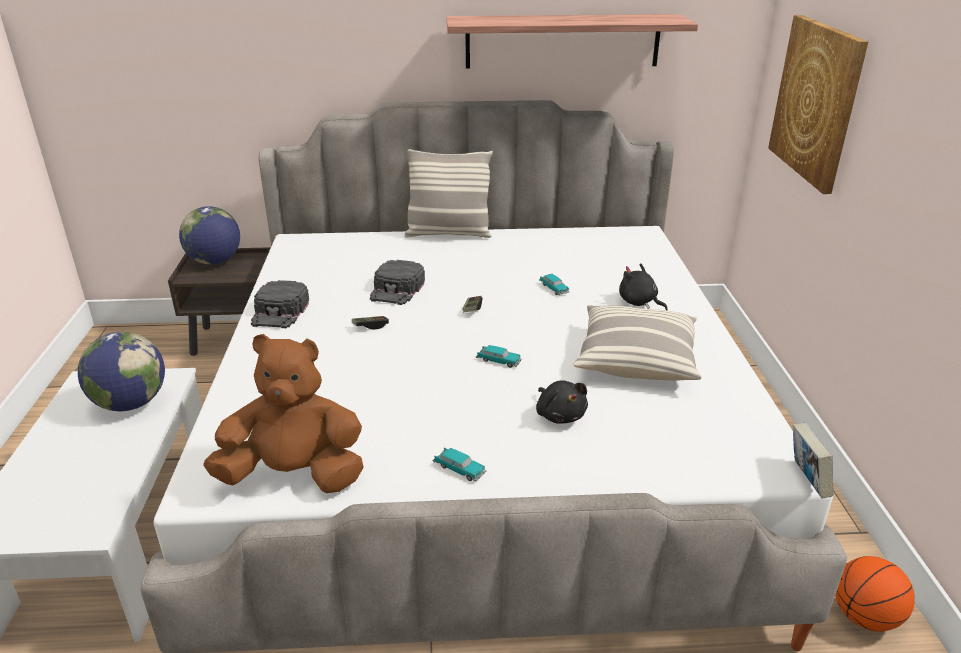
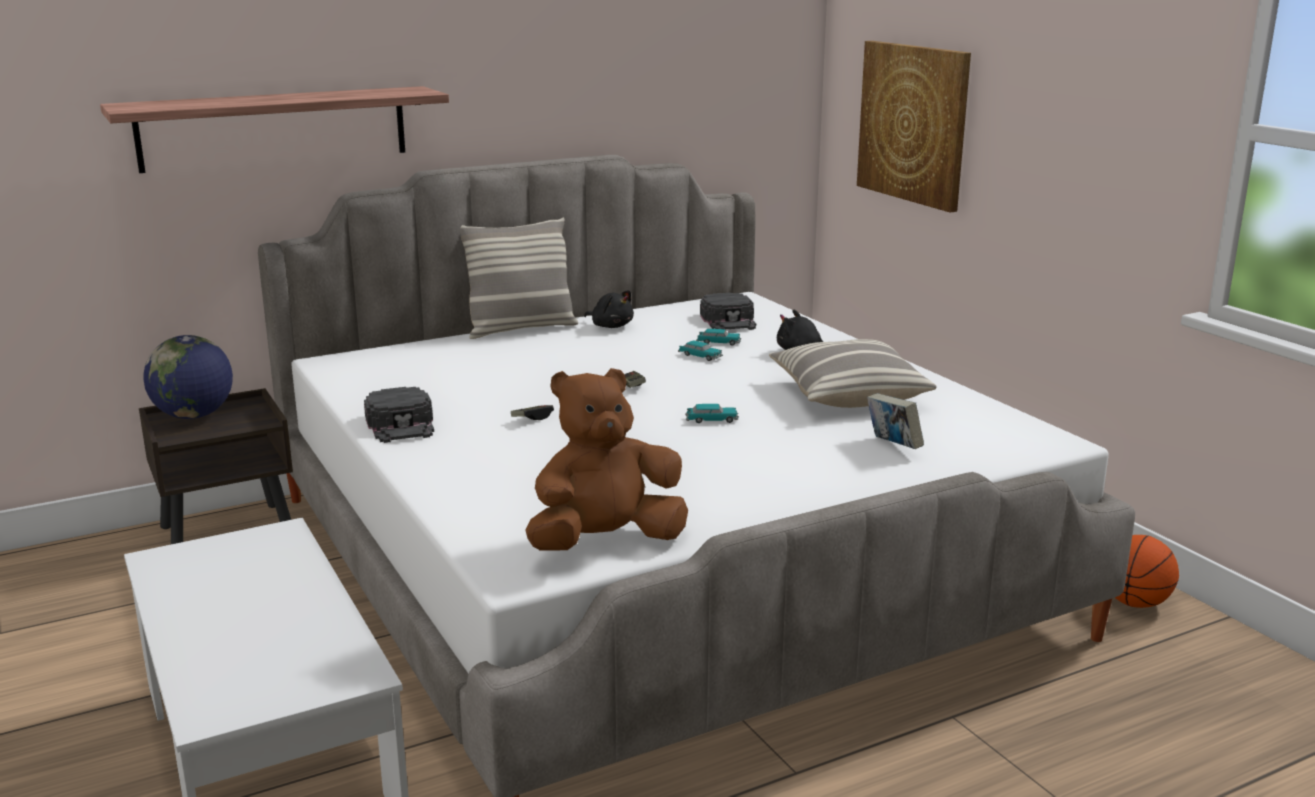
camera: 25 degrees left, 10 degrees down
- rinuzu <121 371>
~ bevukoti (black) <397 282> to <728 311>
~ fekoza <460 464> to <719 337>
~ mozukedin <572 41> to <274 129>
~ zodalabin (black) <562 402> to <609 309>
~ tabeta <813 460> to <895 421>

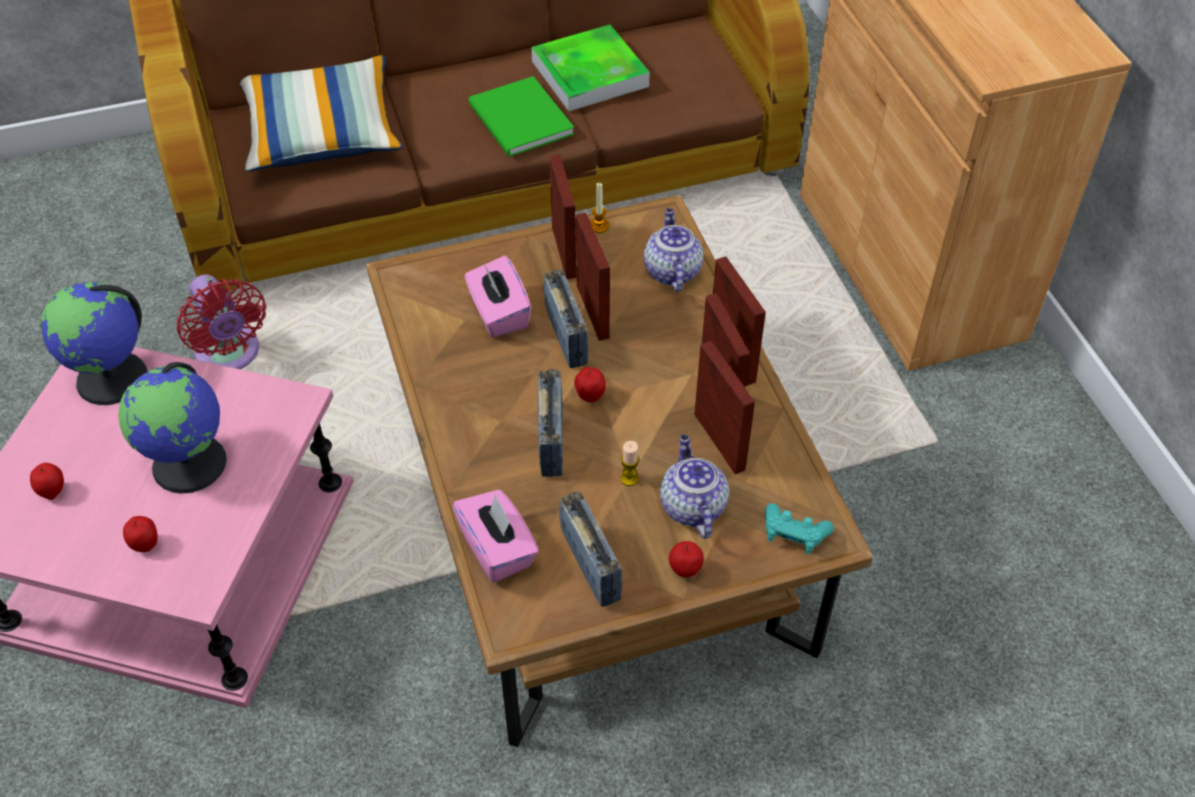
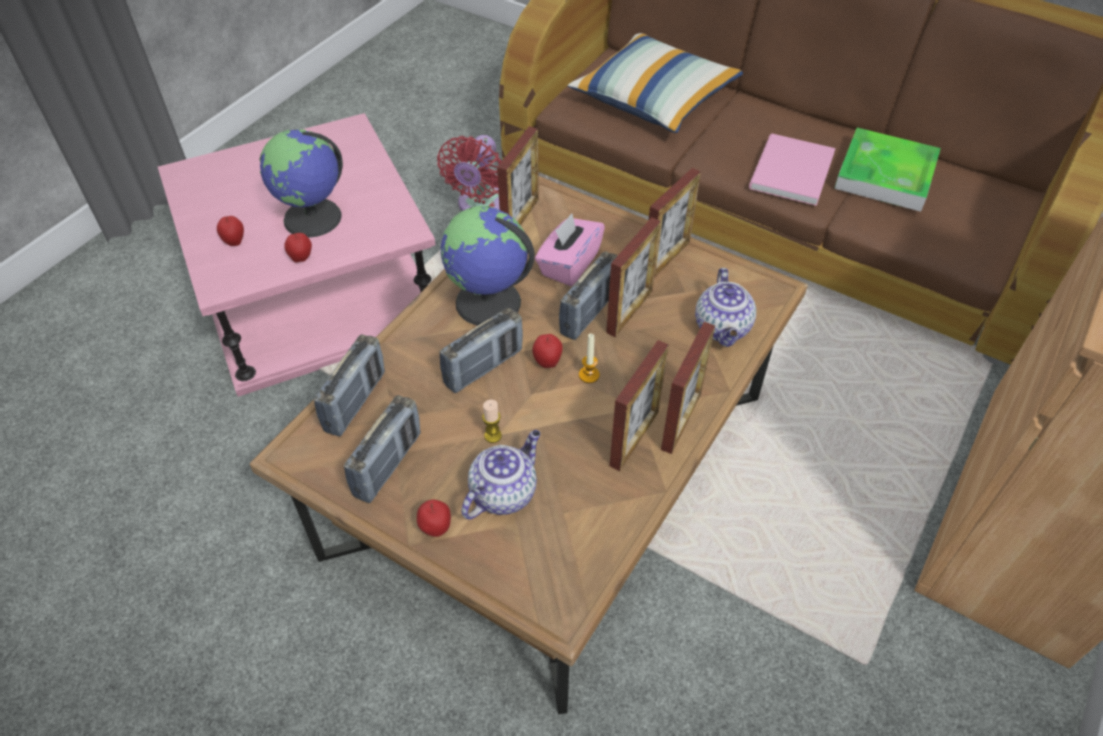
camera: 50 degrees right, 0 degrees up
- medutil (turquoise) <799 528>
~ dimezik <47 481> to <298 247>
~ rinuzu <93 343> to <488 266>
~ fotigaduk <600 208> to <589 358>
~ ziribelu <724 407> to <518 175>
~ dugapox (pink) <495 536> to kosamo <349 386>
~ tabeta (green) <521 116> to tabeta (pink) <792 170>
~ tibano <673 250> = <725 307> 135 degrees clockwise

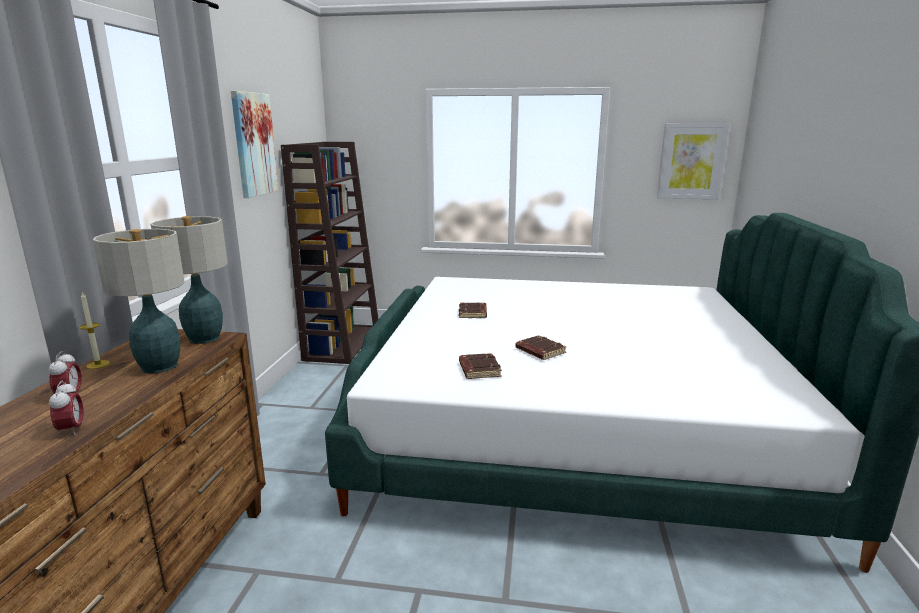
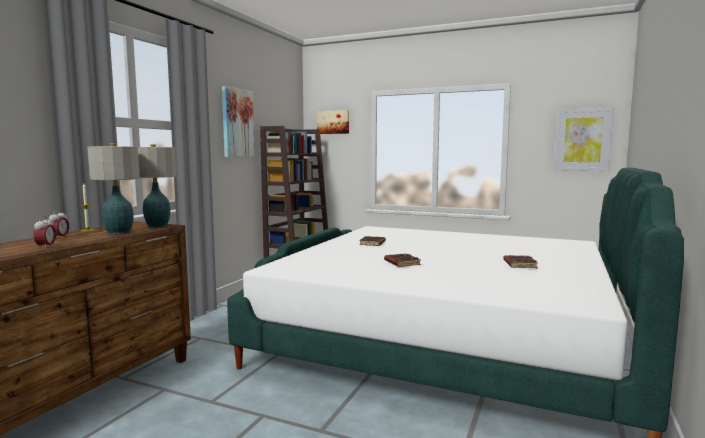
camera: 15 degrees right, 10 degrees down
+ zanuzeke <333 122>
~ tabeta (brown) <480 366> to <521 261>

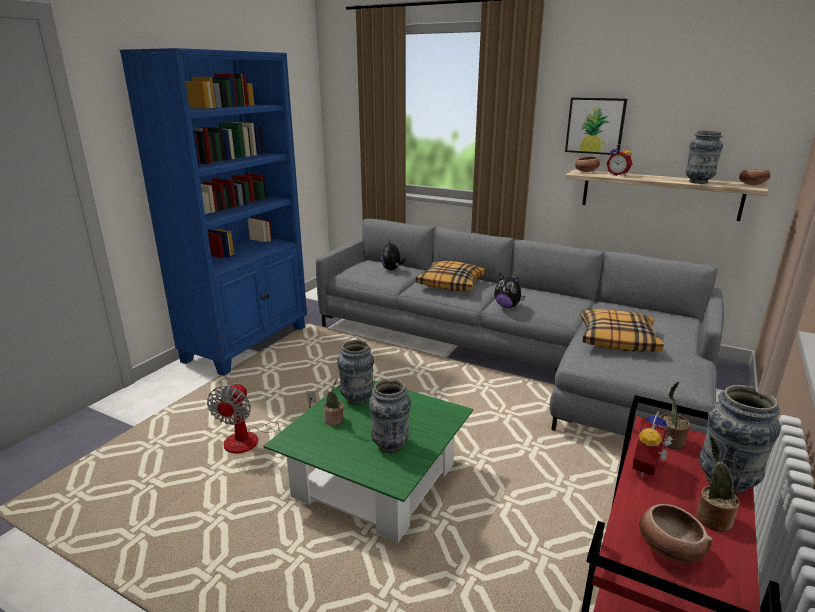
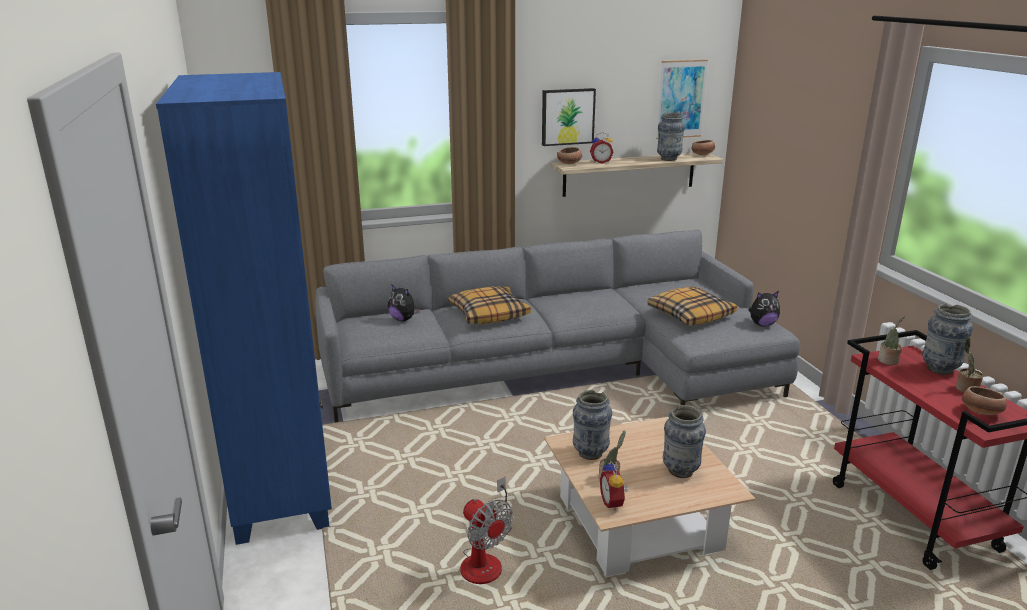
camera: 45 degrees left, 0 degrees up
+ zanuzeke <682 99>
~ zodalabin <510 290> to <764 308>
~ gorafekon <652 444> to <614 485>
~ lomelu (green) <368 461> to lomelu (beige) <650 496>

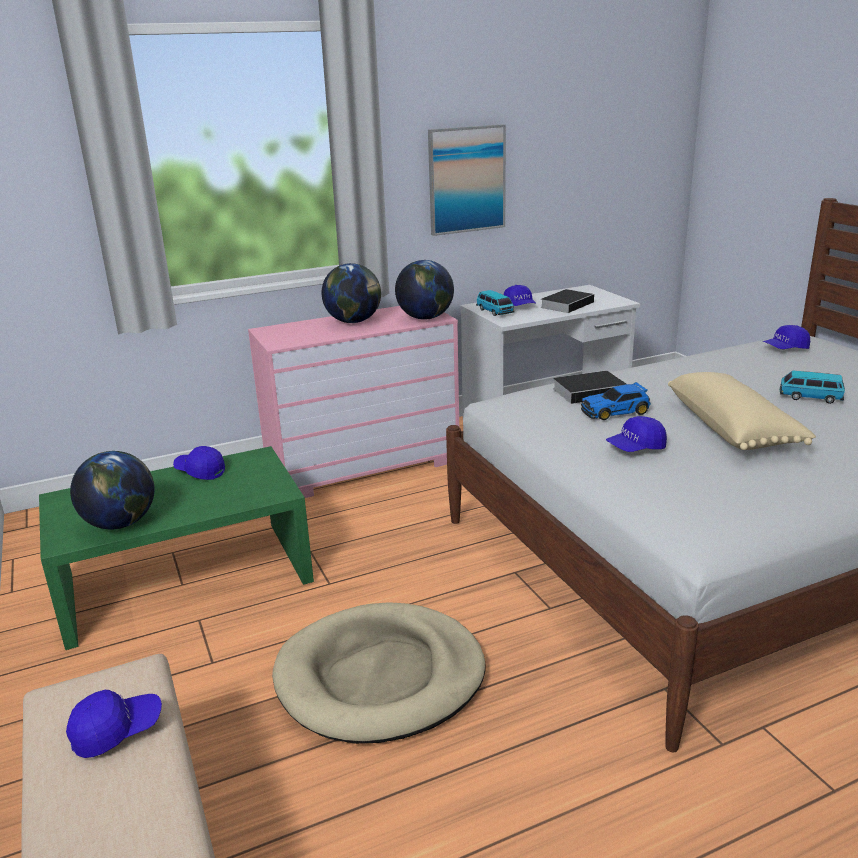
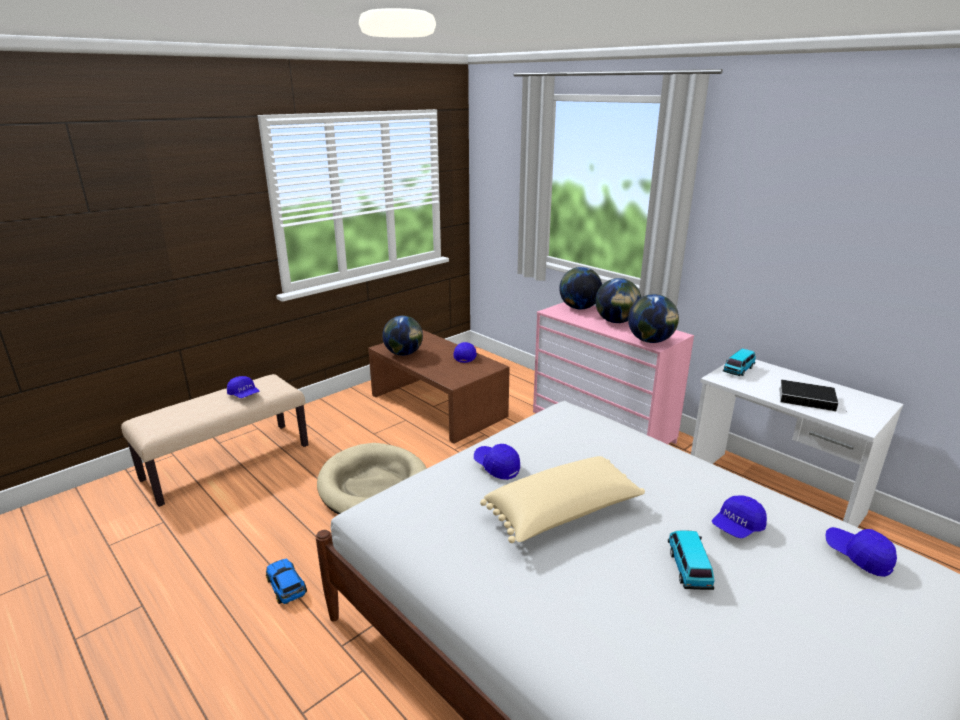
camera: 70 degrees right, 0 degrees up
- zanuzeke <467 180>
- tabeta <589 387>
+ rinuzu <580 288>
~ bevukoti (blue) <519 295> to <739 516>
~ fekoza <616 401> to <286 581>
~ lomelu (green) <176 548> to lomelu (brown) <439 387>

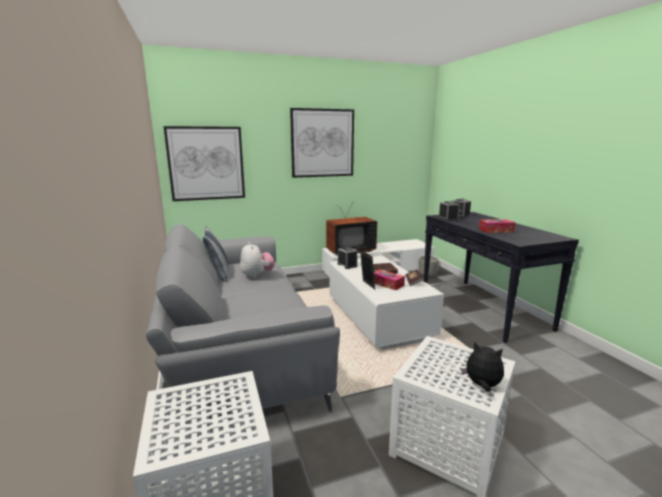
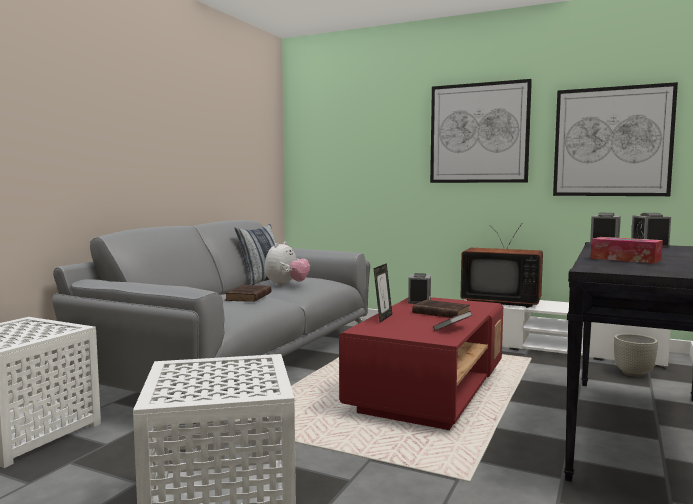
camera: 45 degrees right, 10 degrees down
- dugapox <389 279>
- zodalabin <482 366>
+ tabeta (brown) <248 293>
~ zanuzeke <204 163> to <615 139>
~ lomelu (white) <387 303> to lomelu (red) <421 363>

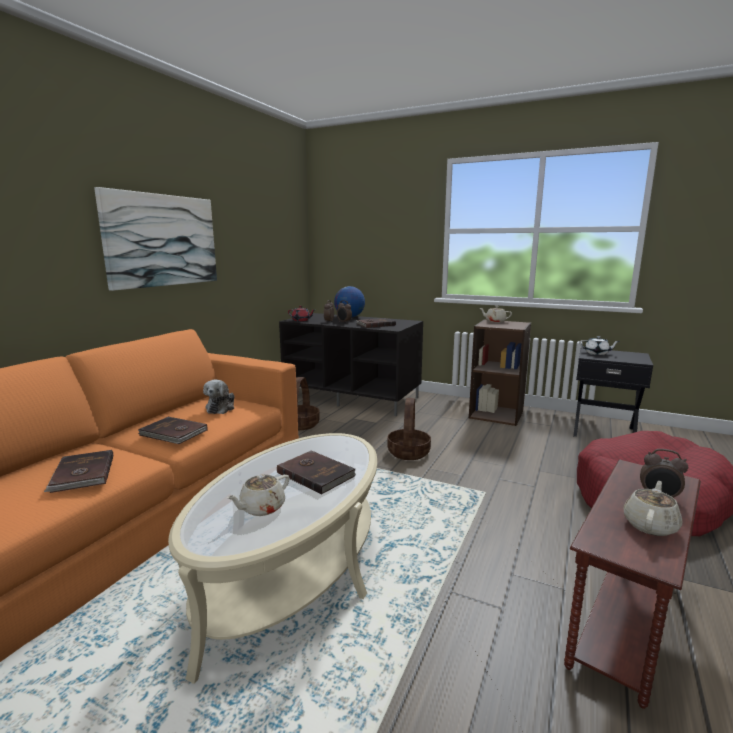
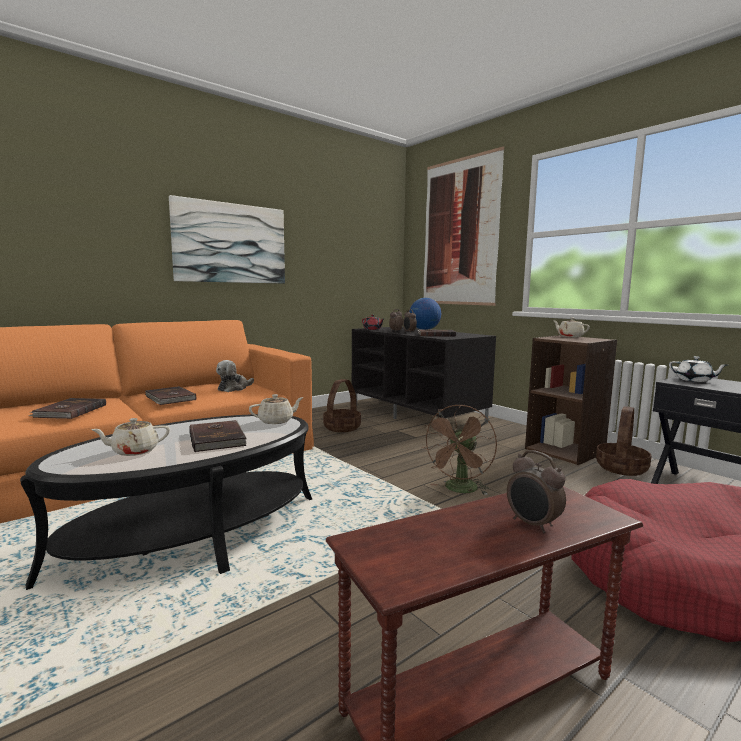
camera: 25 degrees right, 5 degrees down
+ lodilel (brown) <459 450>
+ zanuzeke <464 226>
~ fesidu <409 429> to <624 441>
~ tibano (beige) <652 508> to <276 409>
~ lomelu (beige) <272 558> to lomelu (black) <166 502>

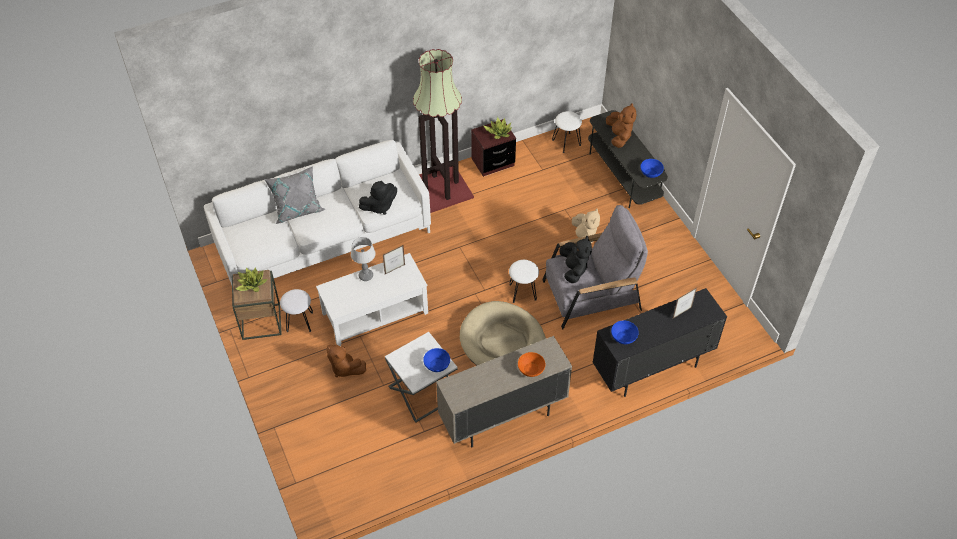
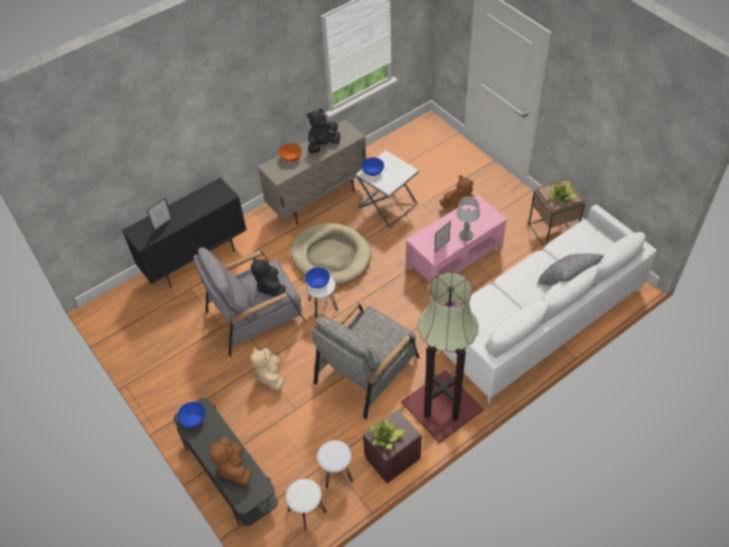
camera: 170 degrees right, 0 degrees up
+ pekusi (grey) <365 361>
~ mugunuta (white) <296 310> to <335 464>
~ zodalabin (black) <378 198> to <323 131>
~ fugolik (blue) <625 332> to <317 278>
~ lomelu (white) <372 299> to lomelu (pink) <456 239>

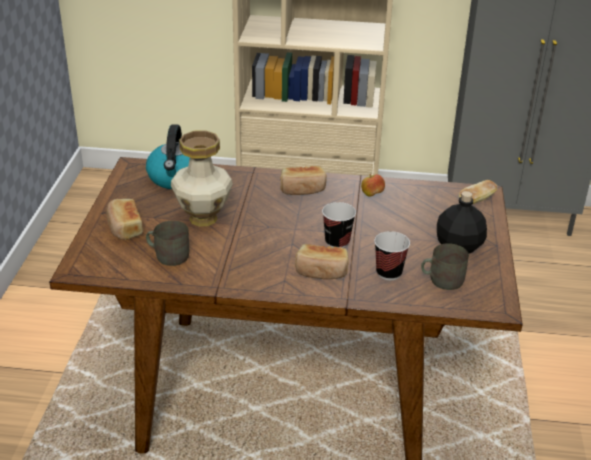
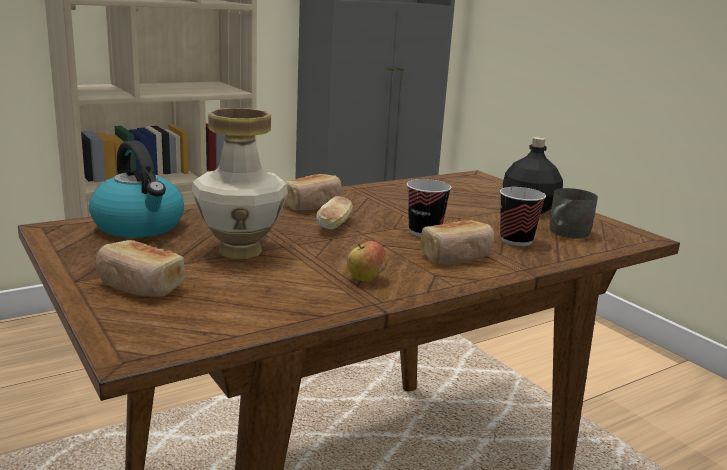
camera: 40 degrees left, 15 degrees down
- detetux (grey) <167 243>
~ dimezik <373 185> to <367 261>
~ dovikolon <478 192> to <334 212>

